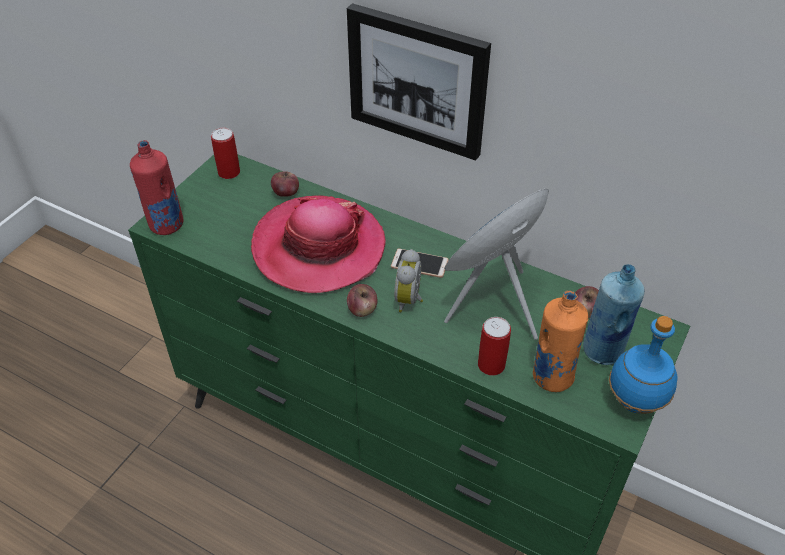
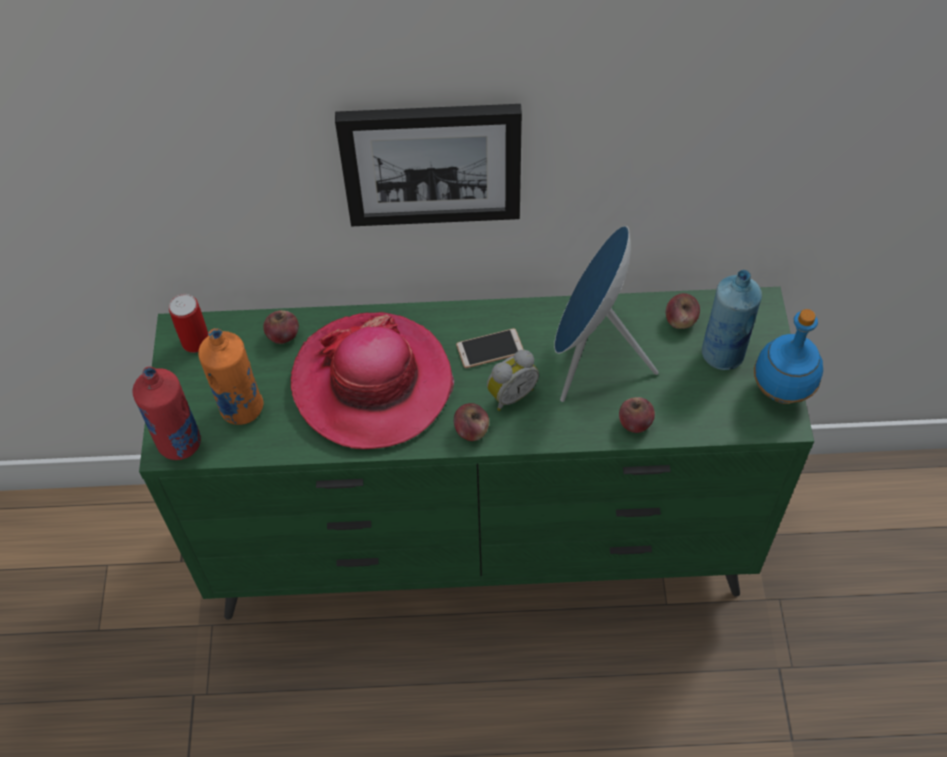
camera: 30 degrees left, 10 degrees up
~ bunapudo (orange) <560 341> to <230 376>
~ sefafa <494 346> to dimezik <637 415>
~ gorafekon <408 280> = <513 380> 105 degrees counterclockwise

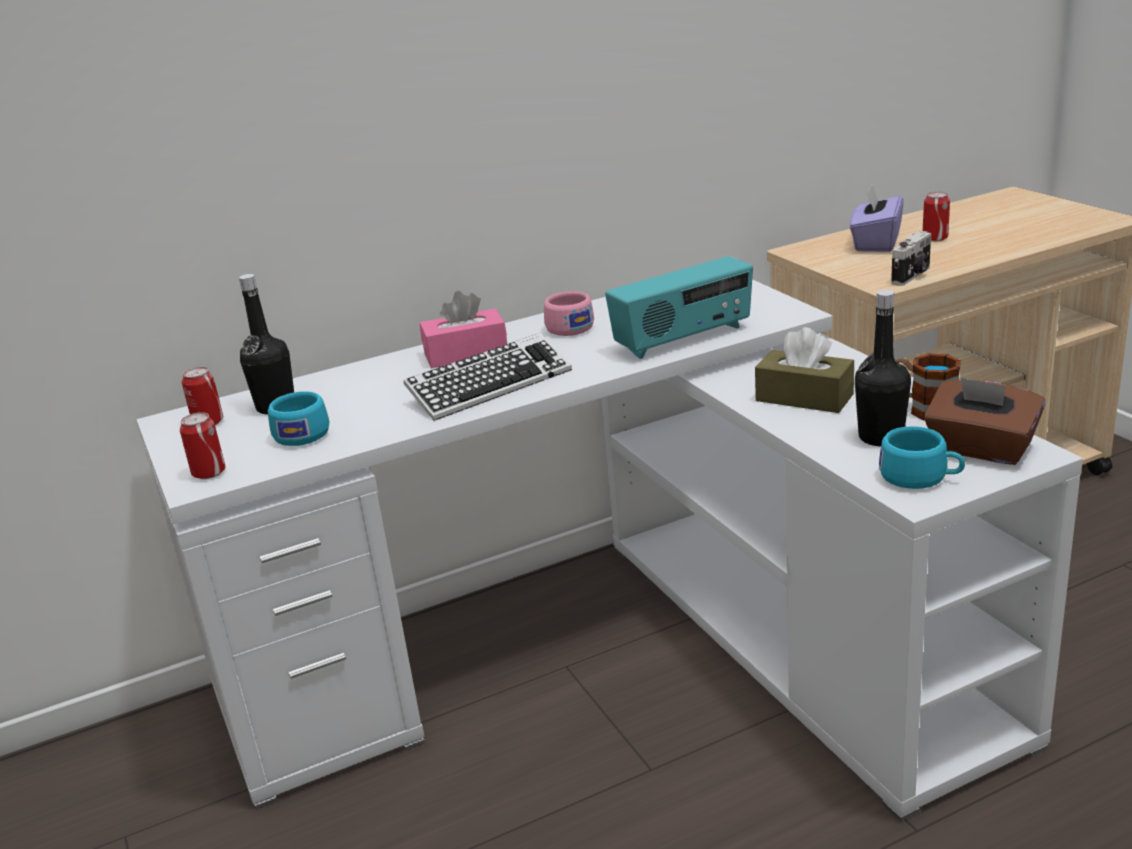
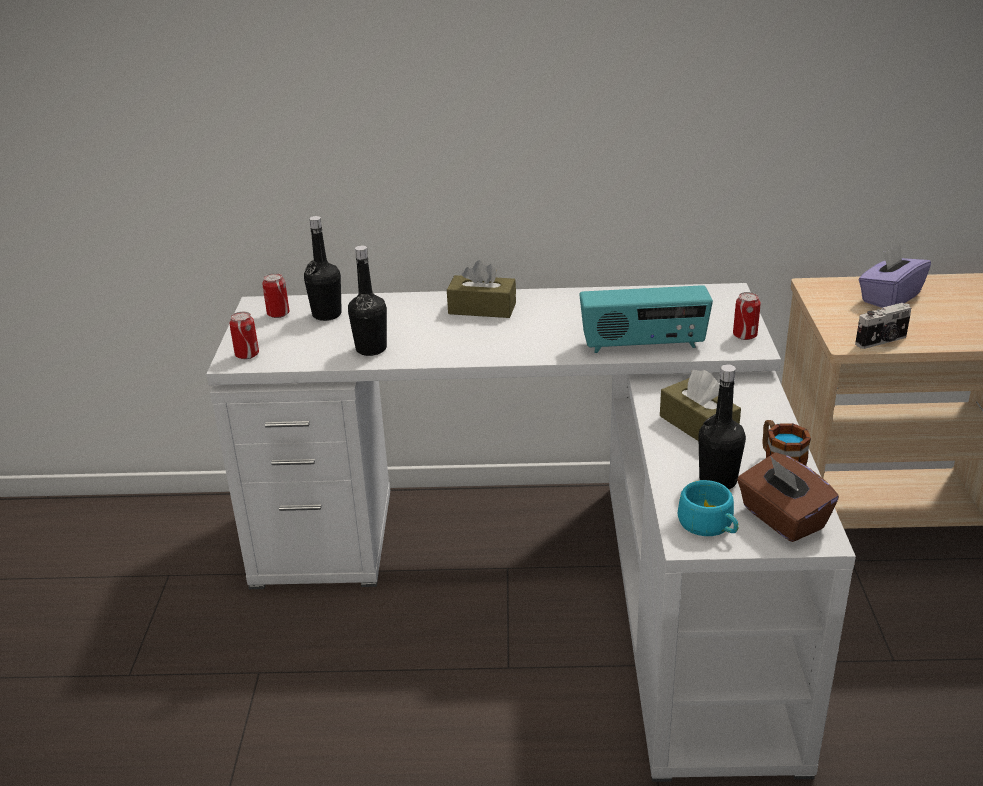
camera: 25 degrees right, 5 degrees up
- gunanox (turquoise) <298 418>
- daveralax <488 377>
- gunanox (pink) <569 313>
+ bunapudo (black) <367 301>
~ sefafa <936 217> to <747 316>
~ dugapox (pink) <463 329> to dugapox (brown) <481 289>

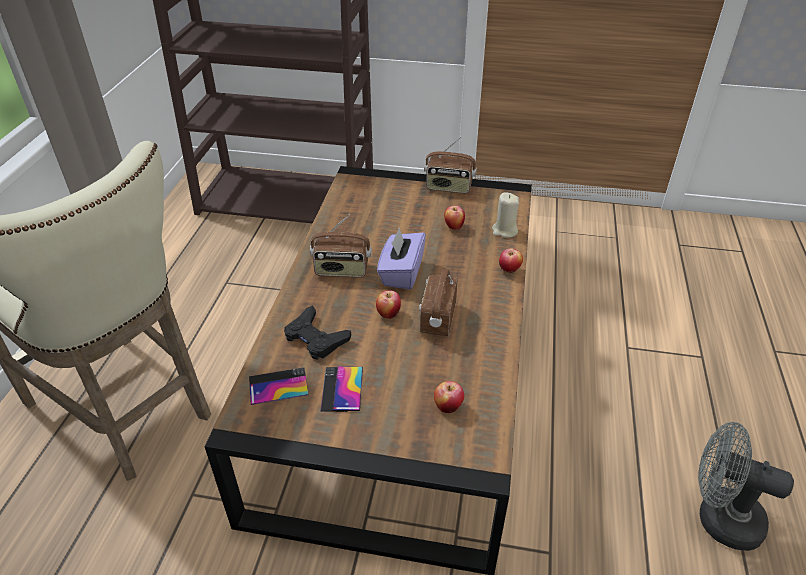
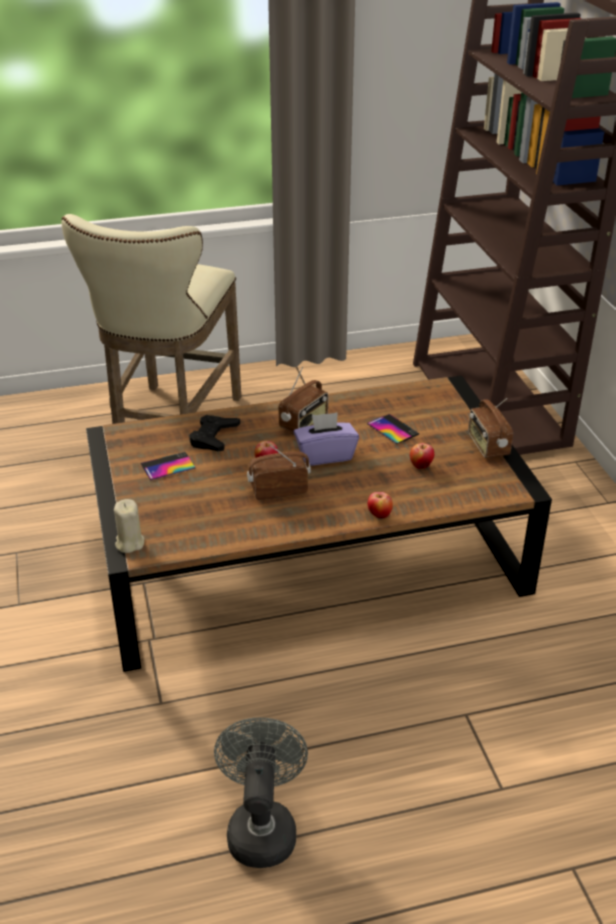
camera: 65 degrees right, 5 degrees down
- dimezik <449 397>
~ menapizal <278 386> to <393 429>
~ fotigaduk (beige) <505 215> to <129 526>
~ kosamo <341 245> = <303 400> 120 degrees counterclockwise

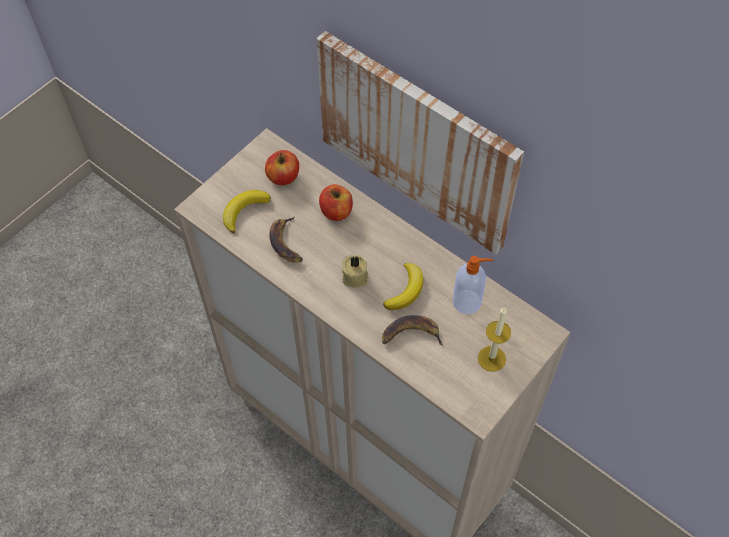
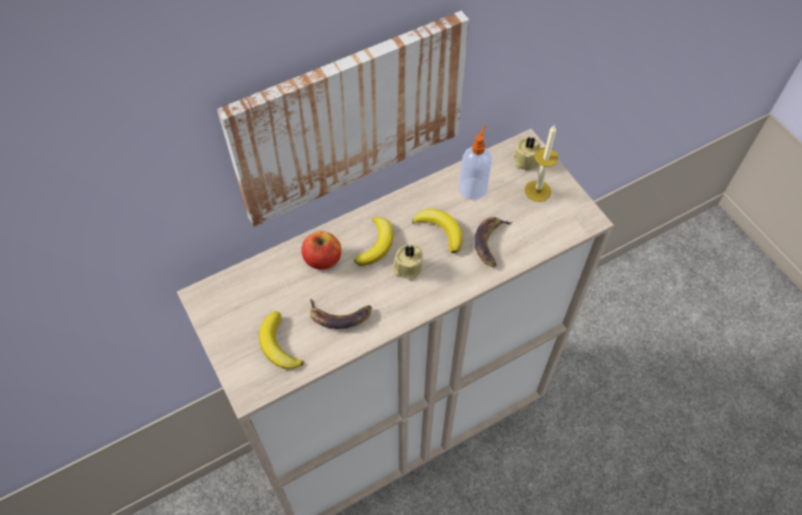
camera: 70 degrees left, 0 degrees up
- dimezik <282 167>
+ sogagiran <373 241>
+ fotigaduk (beige) <527 153>

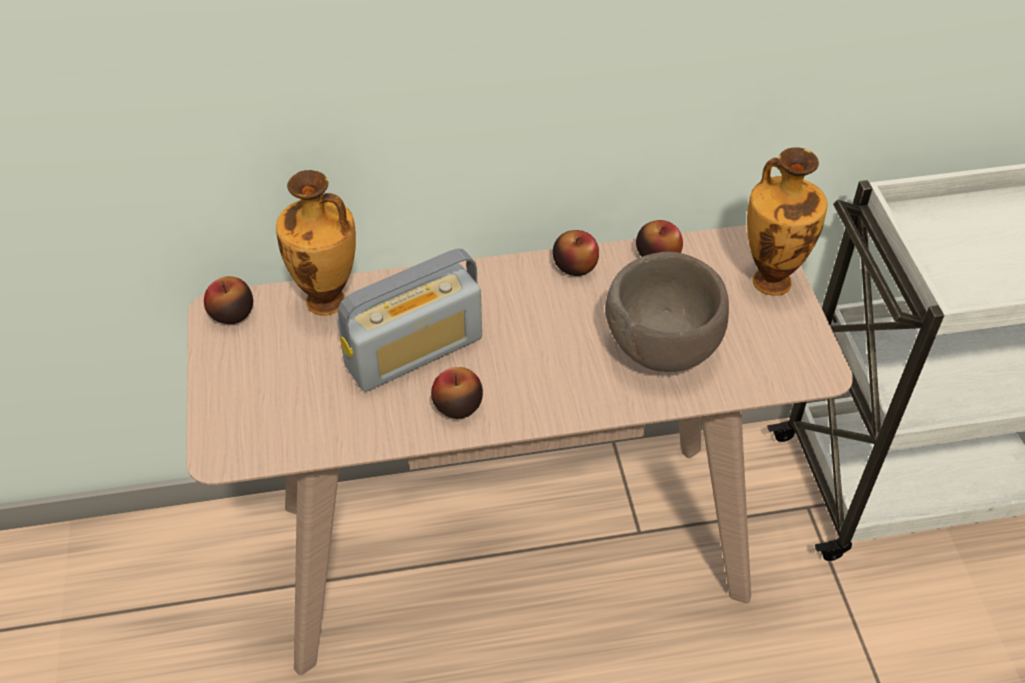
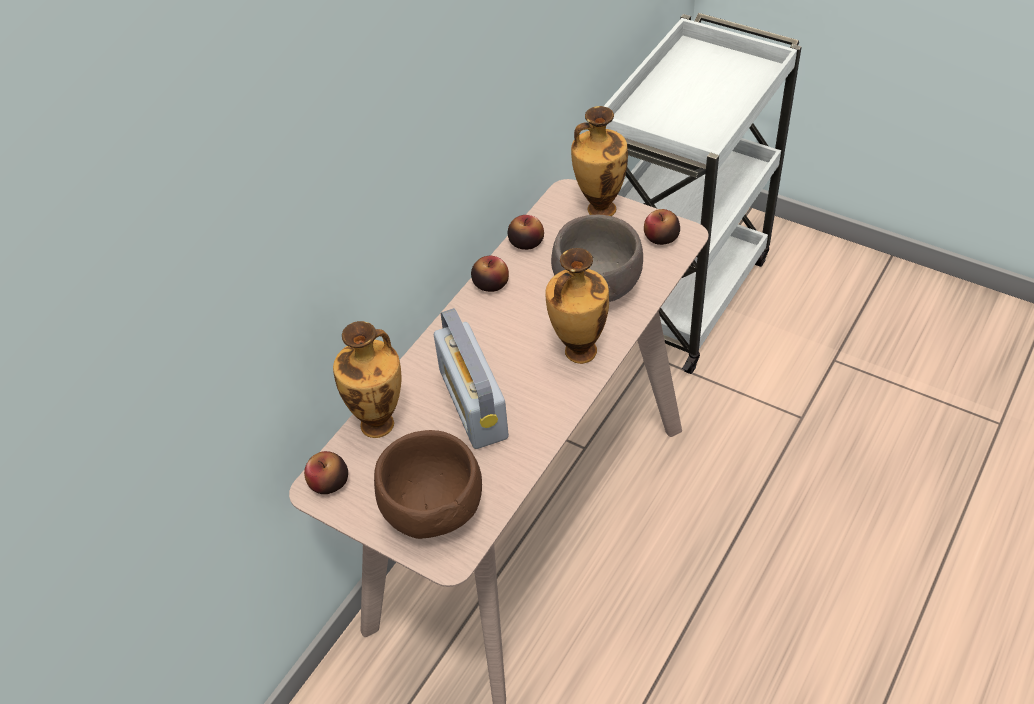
camera: 45 degrees left, 0 degrees up
+ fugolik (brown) <428 484>
+ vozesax <577 306>
~ dimezik <457 393> to <662 227>
~ kosamo <409 320> = <471 378> 150 degrees clockwise

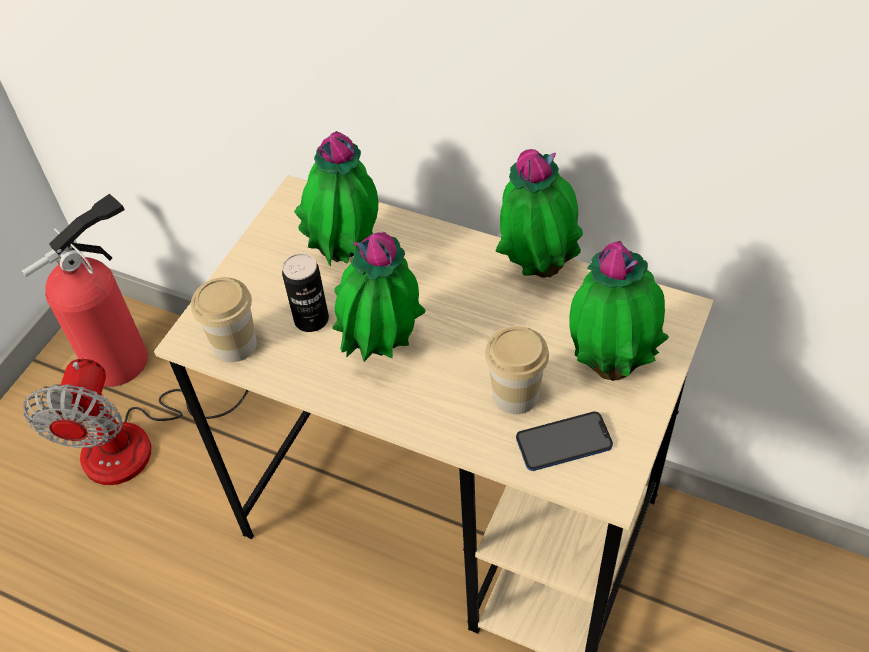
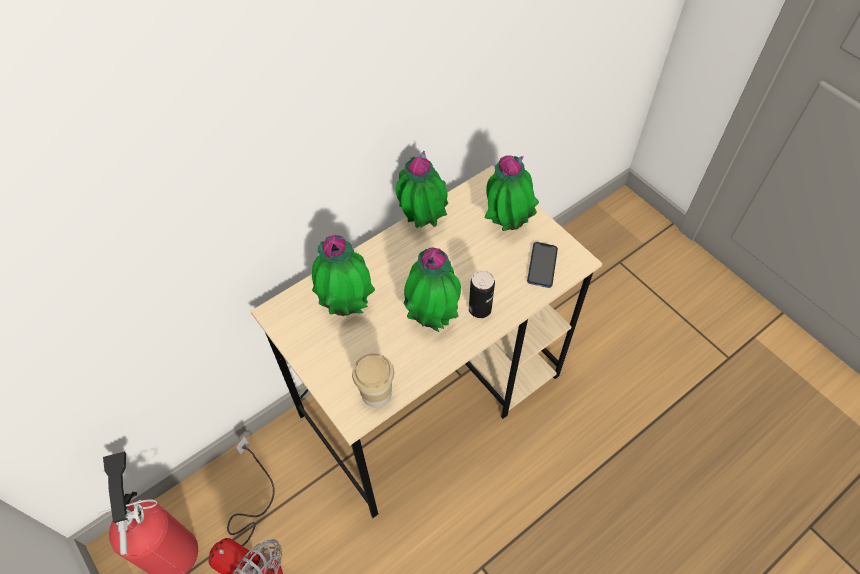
camera: 65 degrees left, 5 degrees up
- gunanox <517 370>
~ sefafa <305 292> to <482 294>

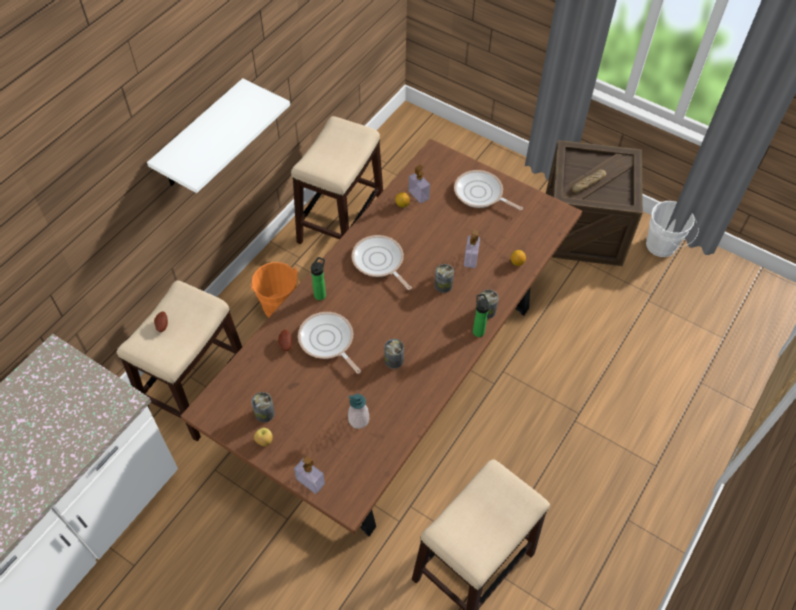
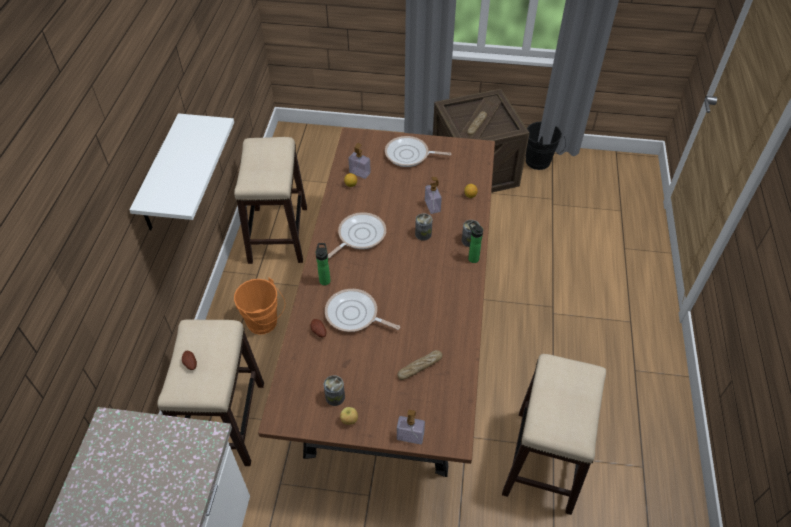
camera: 25 degrees left, 5 degrees down
- sefafa <394 354>
~ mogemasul <358 411> to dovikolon <420 365>
~ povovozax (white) <672 229> to povovozax (black) <546 146>
~ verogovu <382 262> = <357 235> 105 degrees clockwise

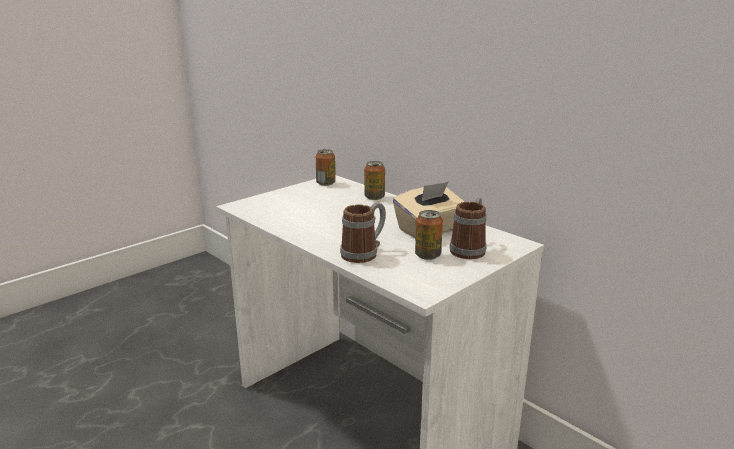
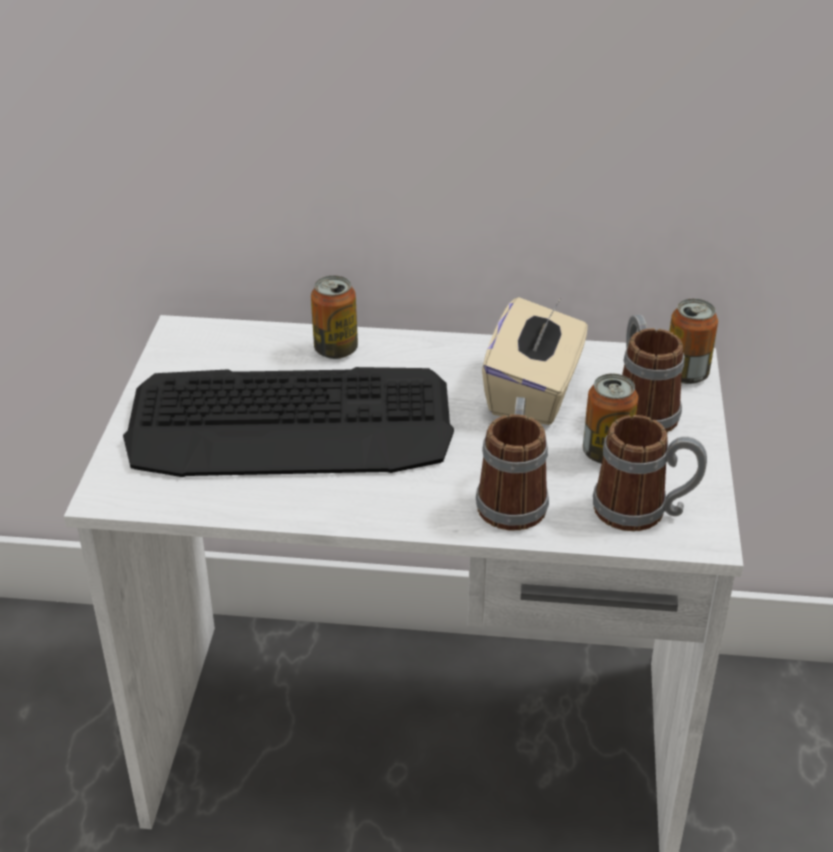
camera: 40 degrees left, 15 degrees up
+ daveralax <288 422>
+ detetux <650 473>
~ sefafa <325 167> to <693 341>

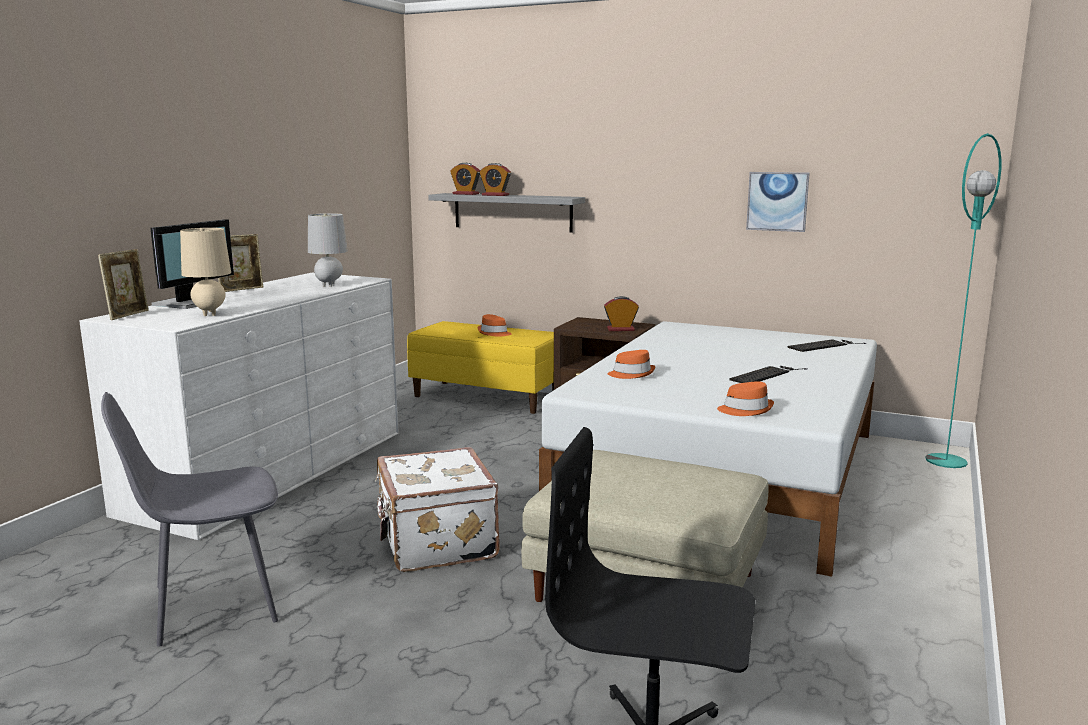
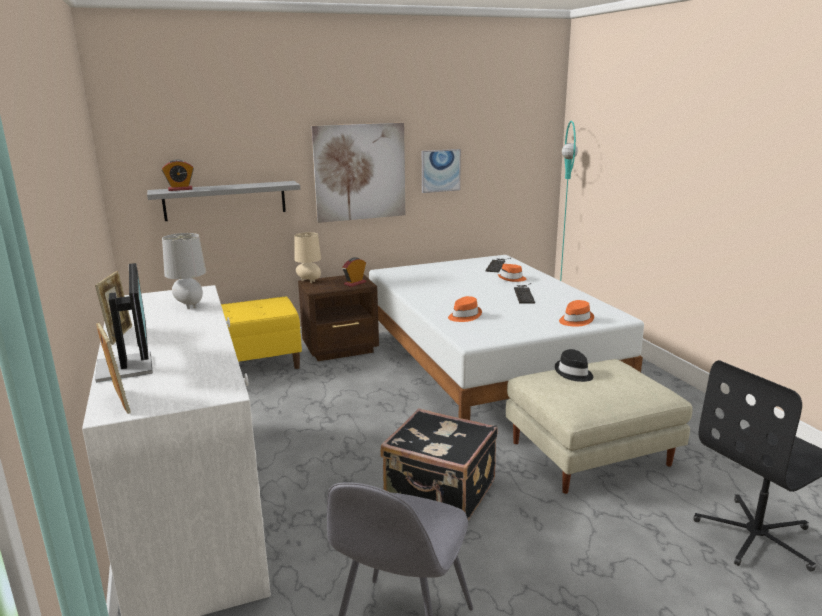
camera: 45 degrees left, 5 degrees up
- gorafekon <495 179>
+ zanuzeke <358 173>
+ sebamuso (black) <574 365>
~ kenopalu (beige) <205 272> to <307 257>
~ sebamuso (orange) <495 325> to <512 273>
~ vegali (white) <437 509> to vegali (black) <439 464>

